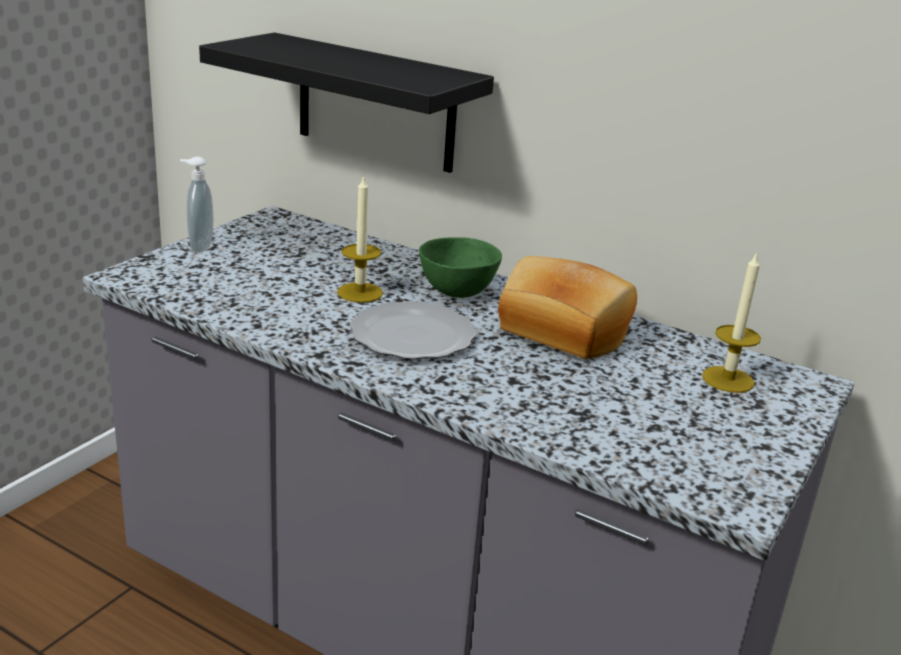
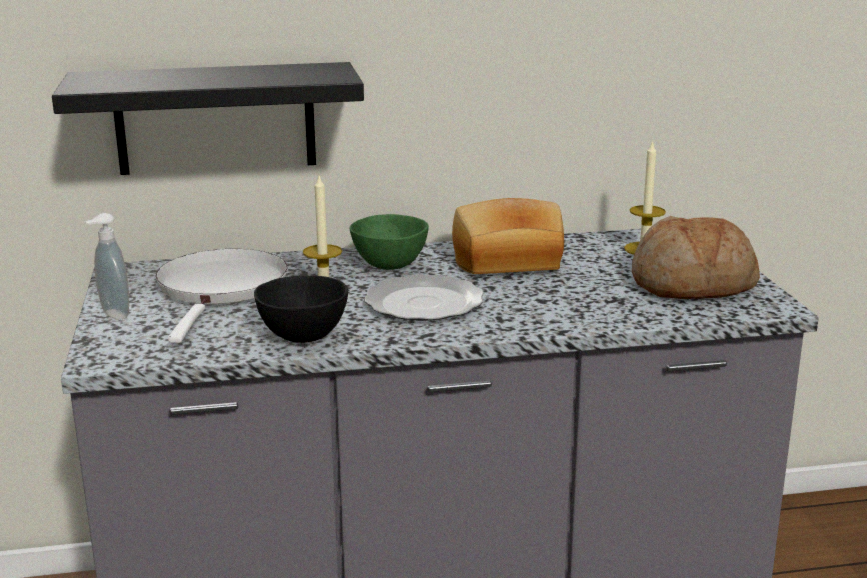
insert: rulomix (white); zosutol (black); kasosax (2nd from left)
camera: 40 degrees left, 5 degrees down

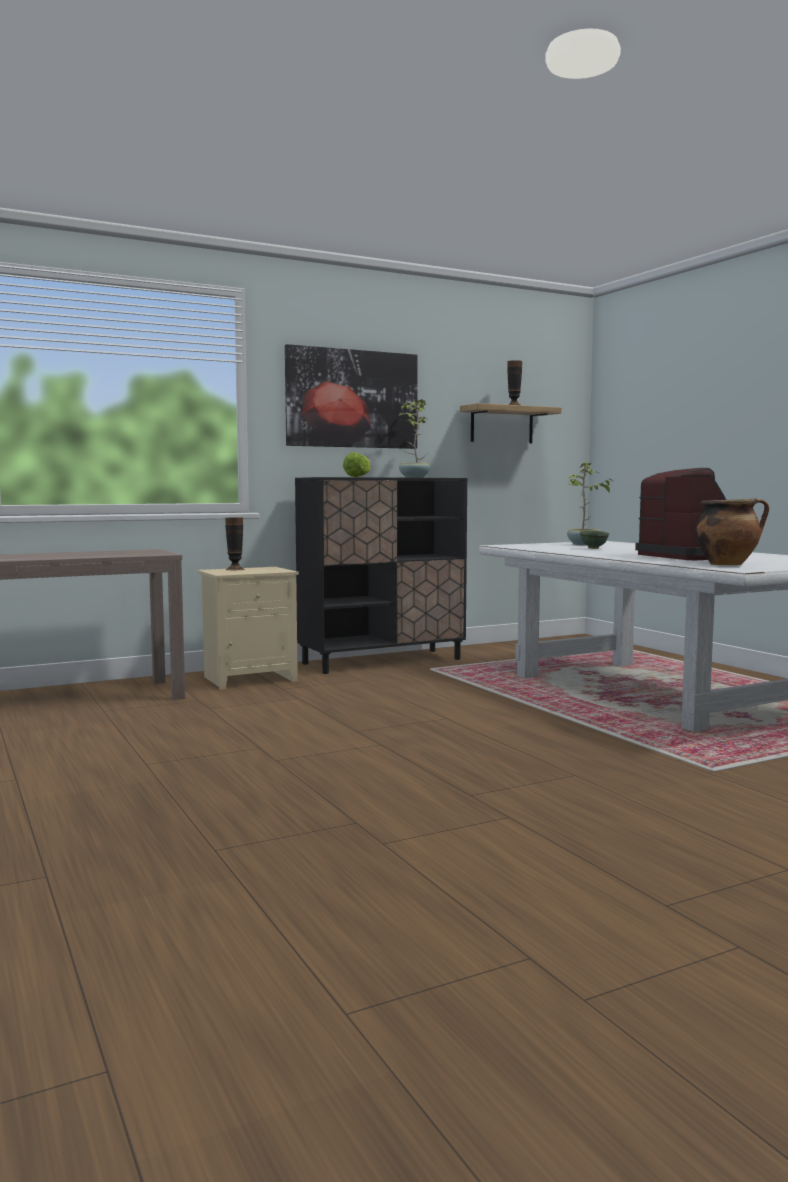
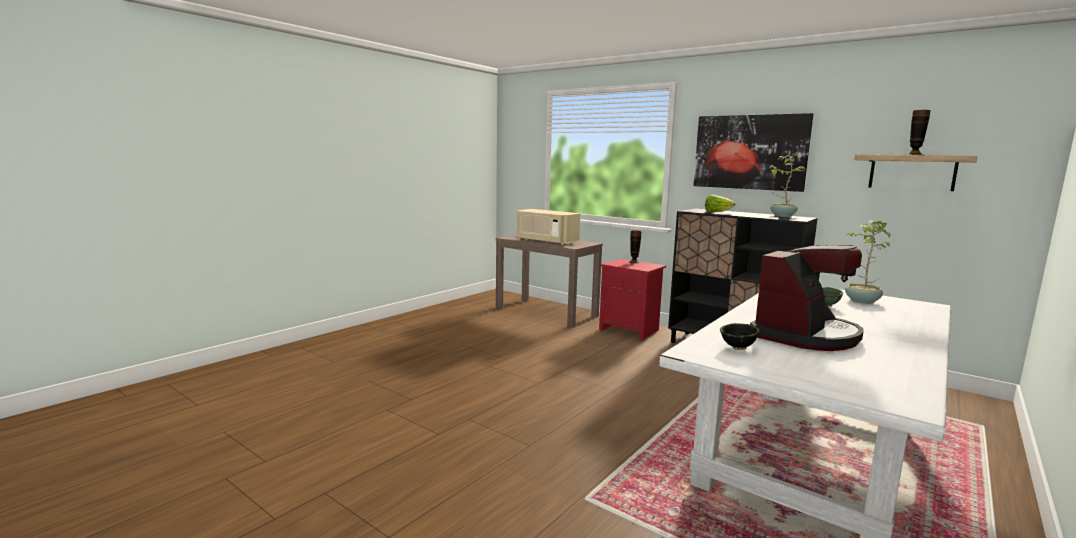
insert: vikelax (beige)
replace: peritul to zosutol (black)
recolor: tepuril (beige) to tepuril (red)
camera: 65 degrees right, 5 degrees up

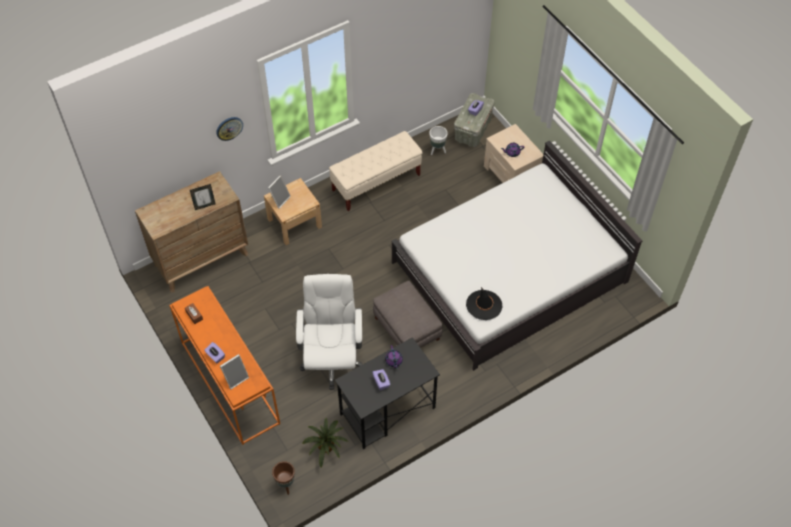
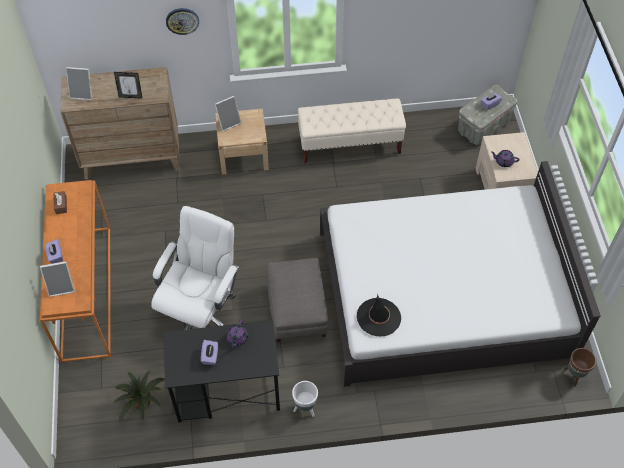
insert: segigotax (2nd from left)
move: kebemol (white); kebemol (brown)
camera: 25 degrees right, 0 degrees up

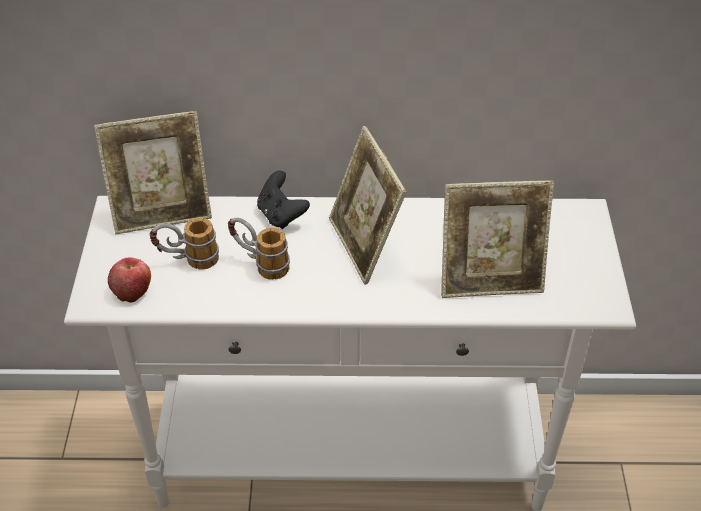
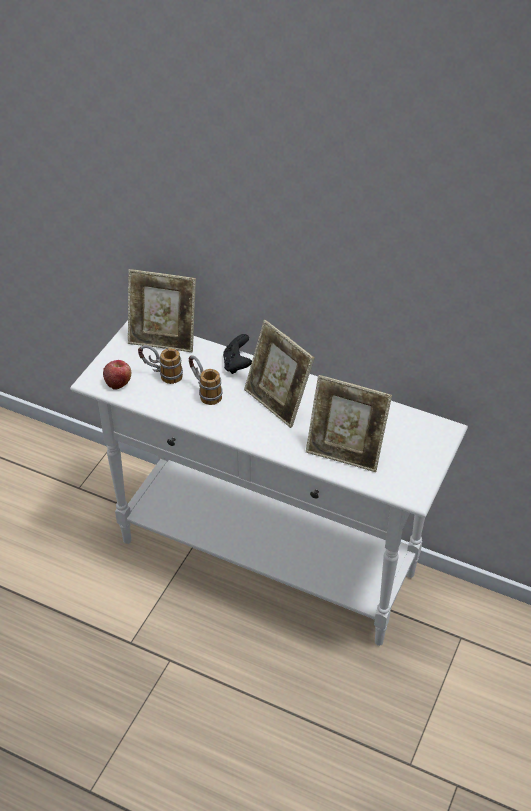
rotate: segigotax (2nd from left) 45 degrees counterclockwise
camera: 25 degrees right, 0 degrees up

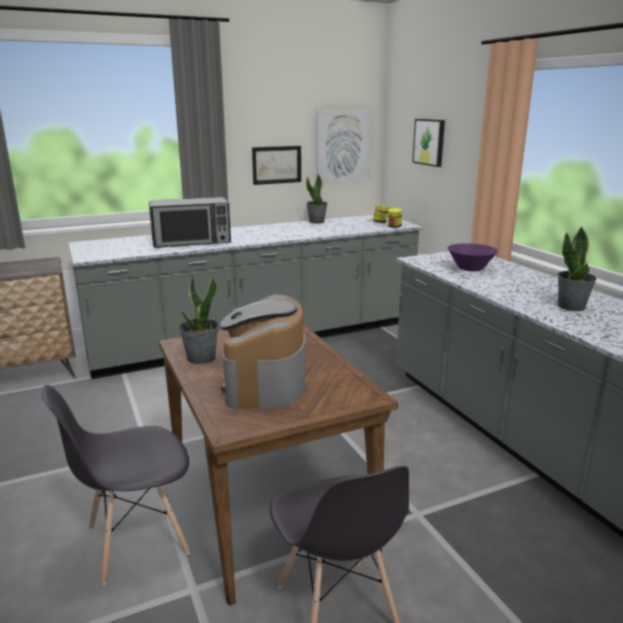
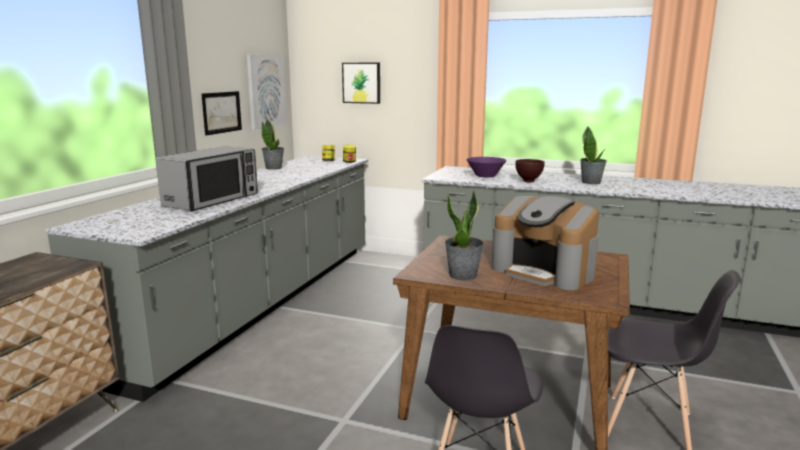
insert: zosutol (brown)
camera: 45 degrees left, 5 degrees down

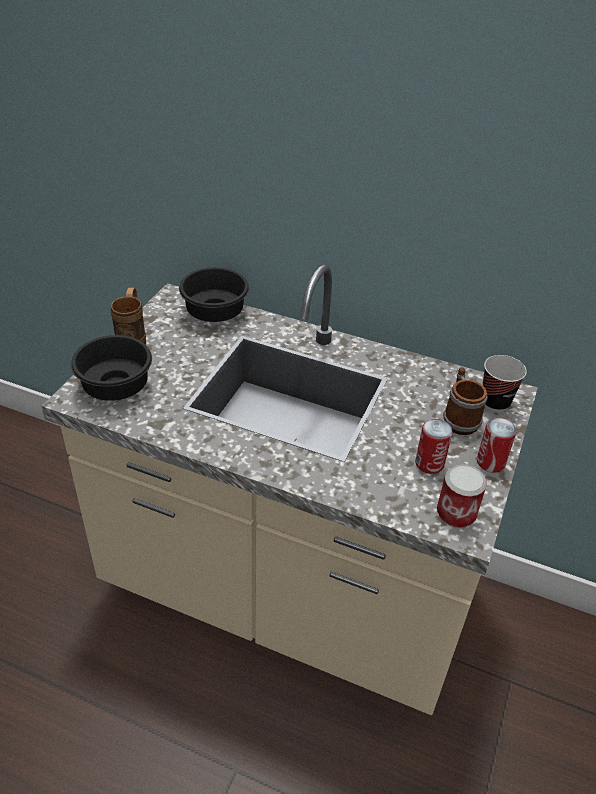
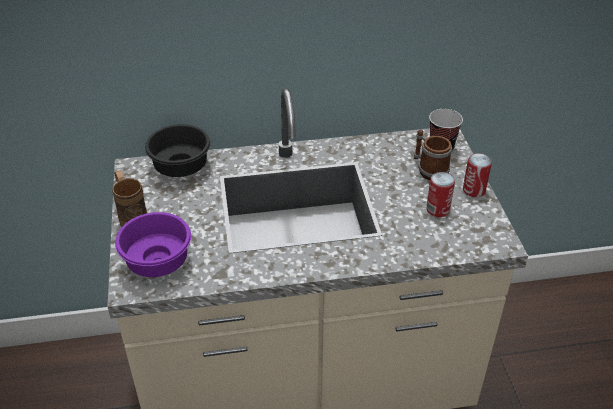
delete: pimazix (2nd from left)
recolor: zosutol (black) (1st from left) to zosutol (purple)
camera: 30 degrees left, 0 degrees up

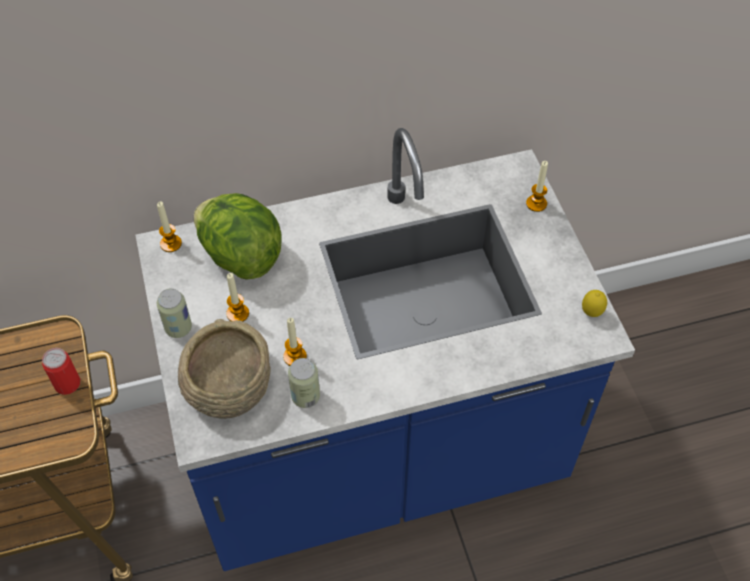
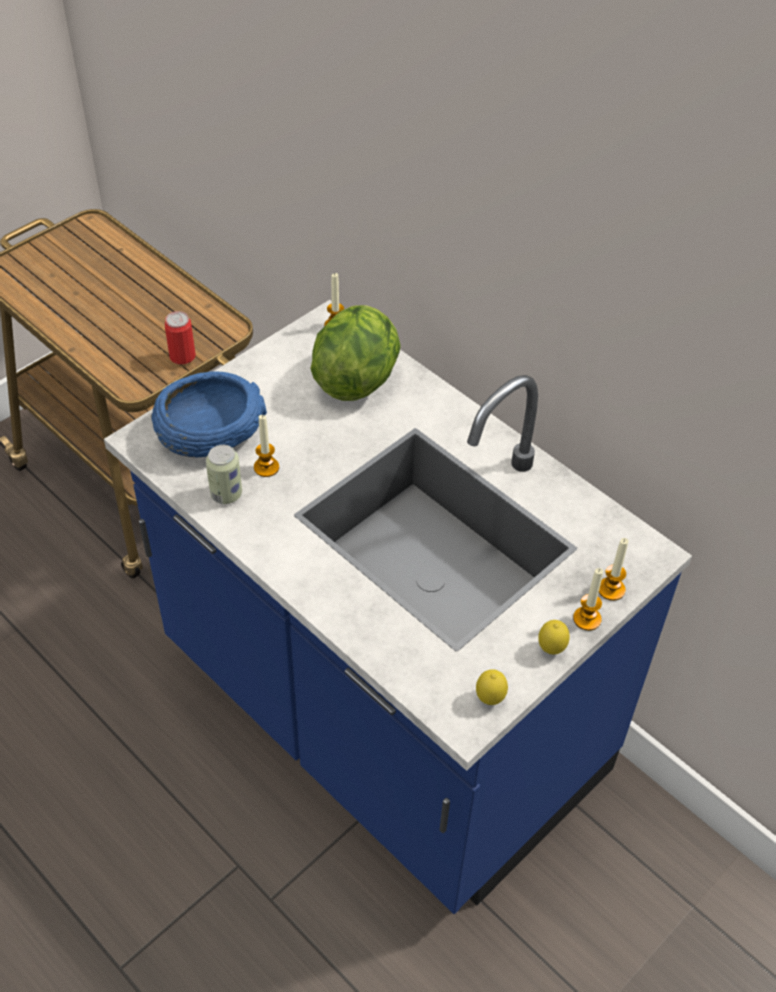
delete: pimazix (2nd from left)
insert: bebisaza (2nd from left)
move: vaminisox (2nd from left in the first image) to vaminisox (3rd from left)
recolor: zosutol (beige) to zosutol (blue)
camera: 60 degrees right, 5 degrees down

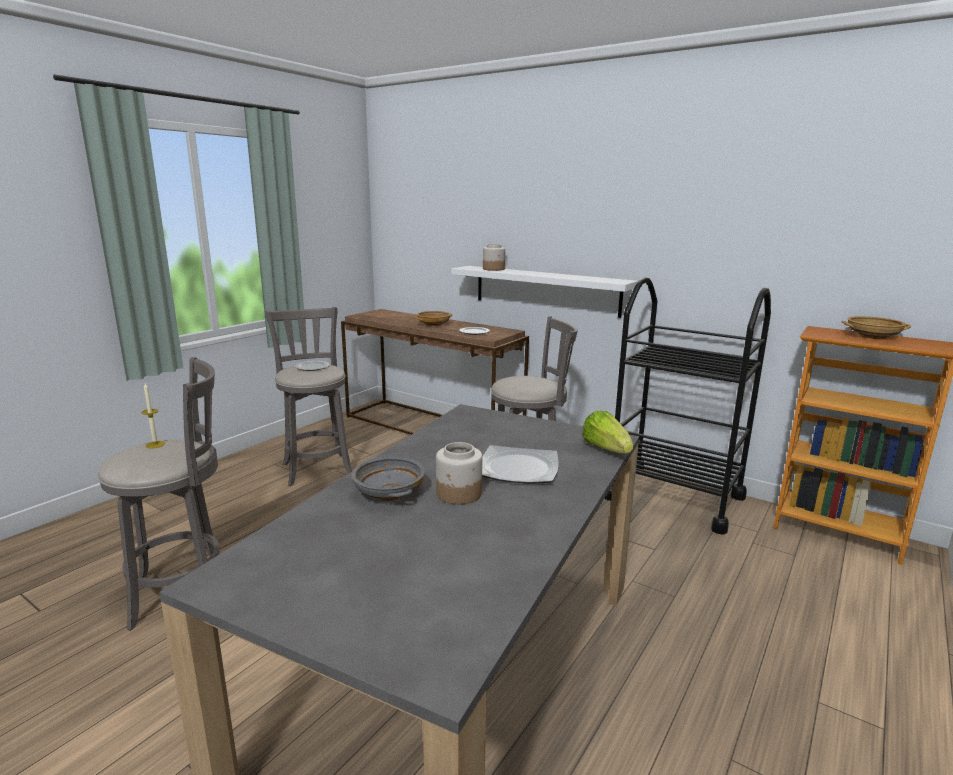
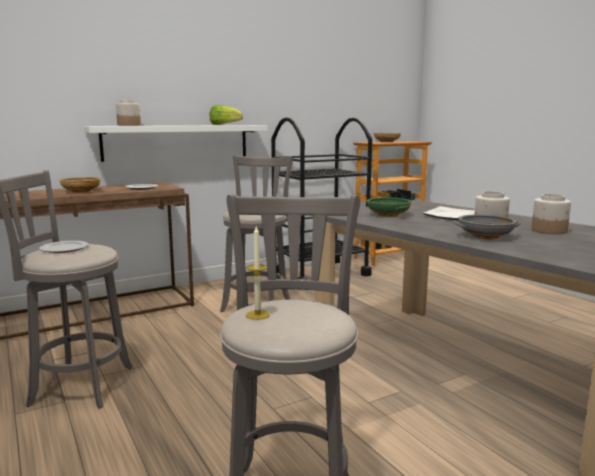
insert: zosutol (green); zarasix (3rd from left)
move: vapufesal
camera: 65 degrees left, 5 degrees down

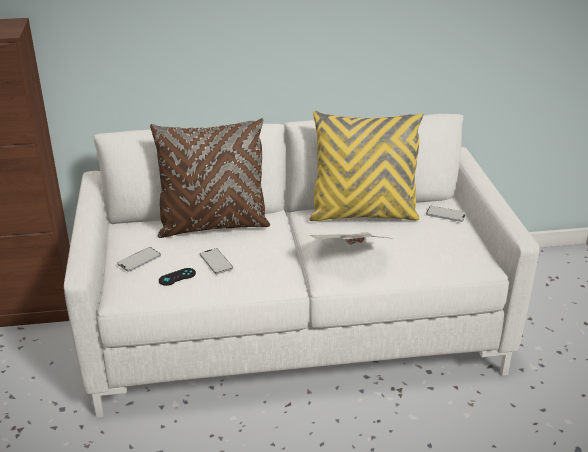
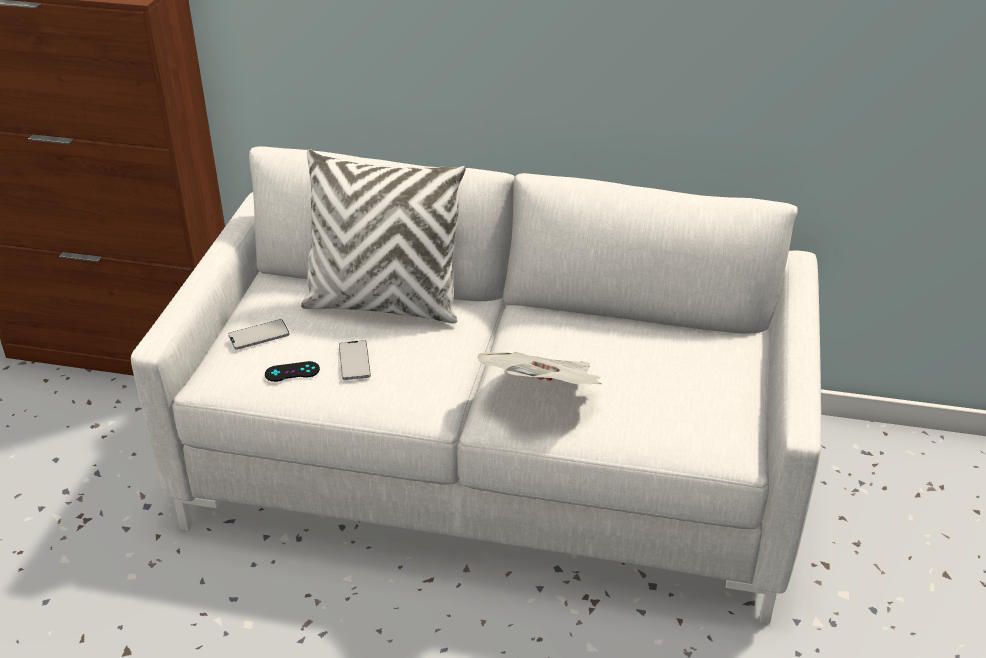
delete: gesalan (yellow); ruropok (3rd from left)
recolor: gesalan (brown) to gesalan (white)
camera: 20 degrees right, 5 degrees up

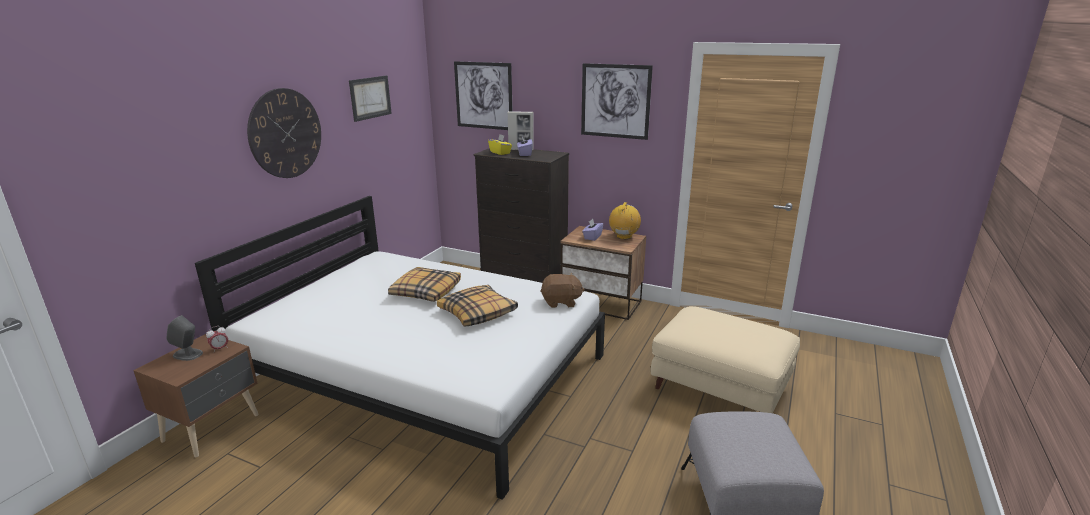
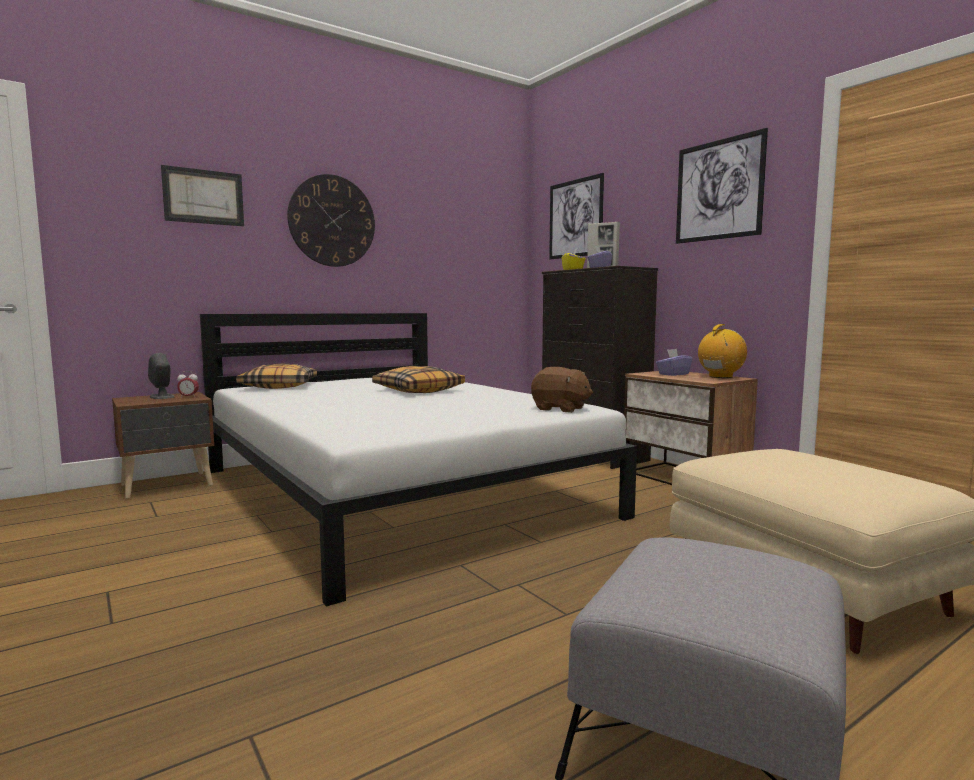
move: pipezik (1st from left); gesalan (2nd from left in the first image) to gesalan (1st from left)
camera: 30 degrees right, 15 degrees down

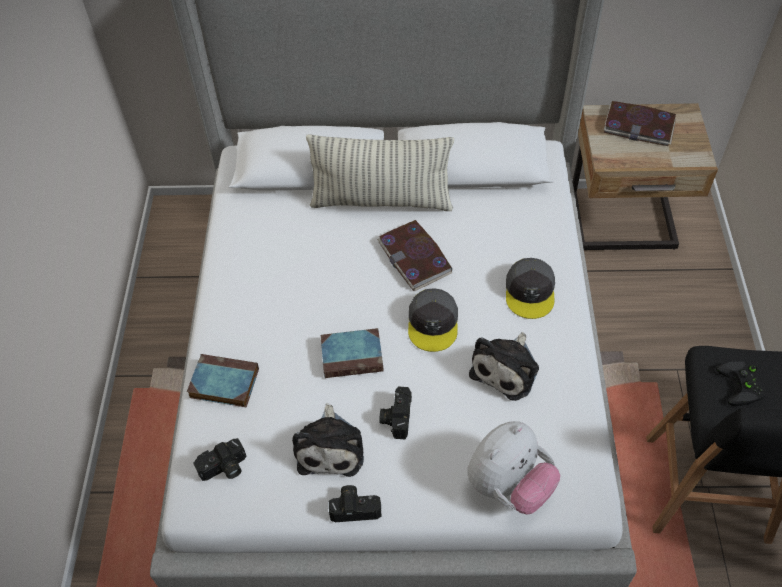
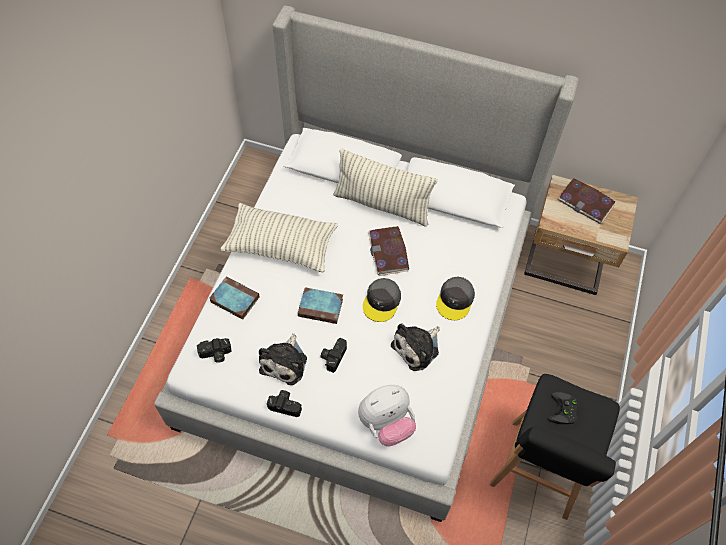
insert: gesalan (1st from left)
camera: 15 degrees right, 5 degrees up

